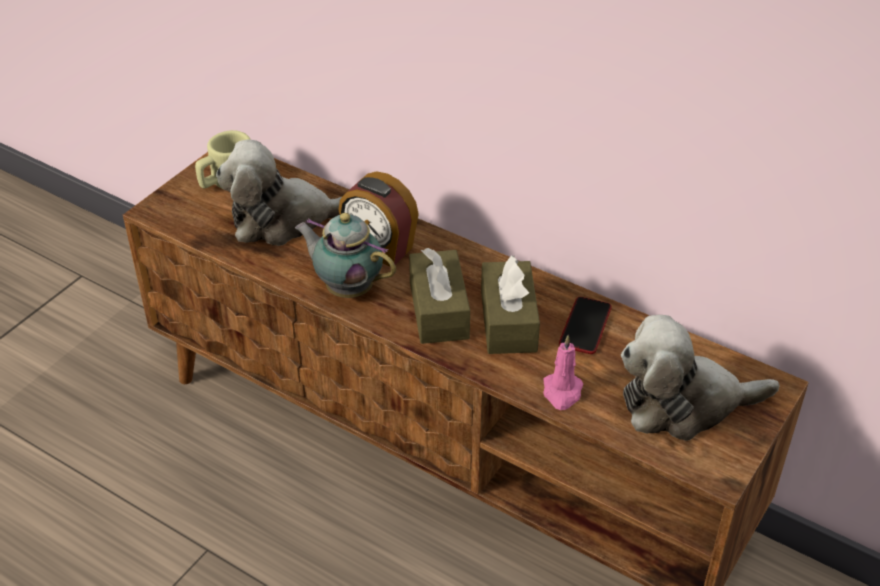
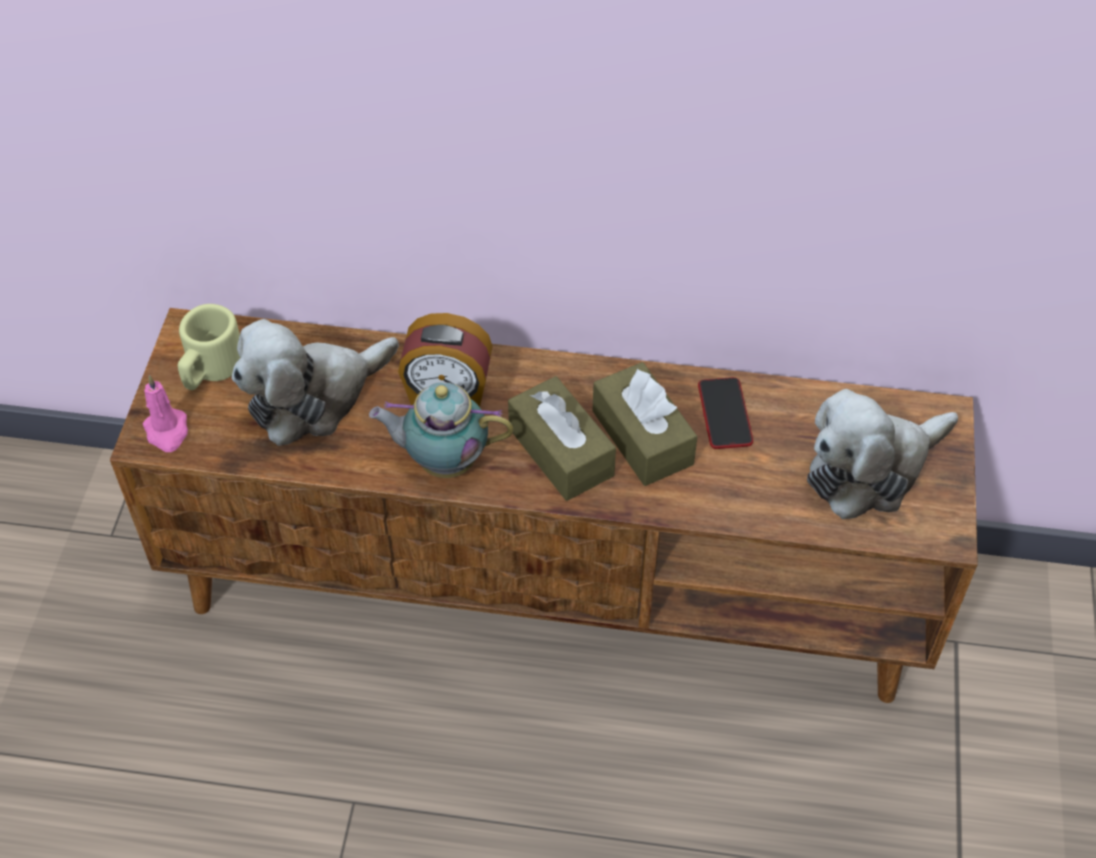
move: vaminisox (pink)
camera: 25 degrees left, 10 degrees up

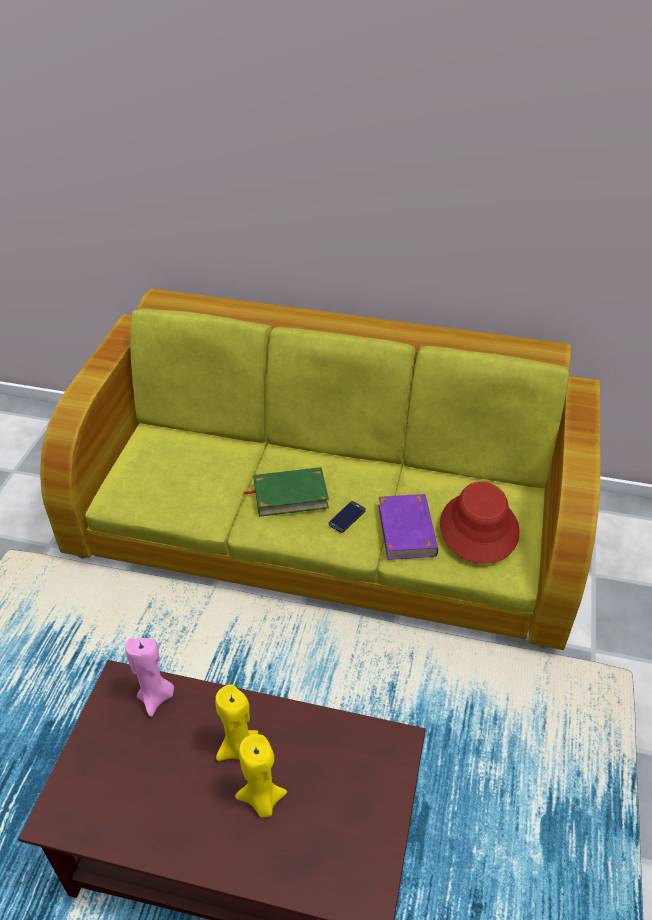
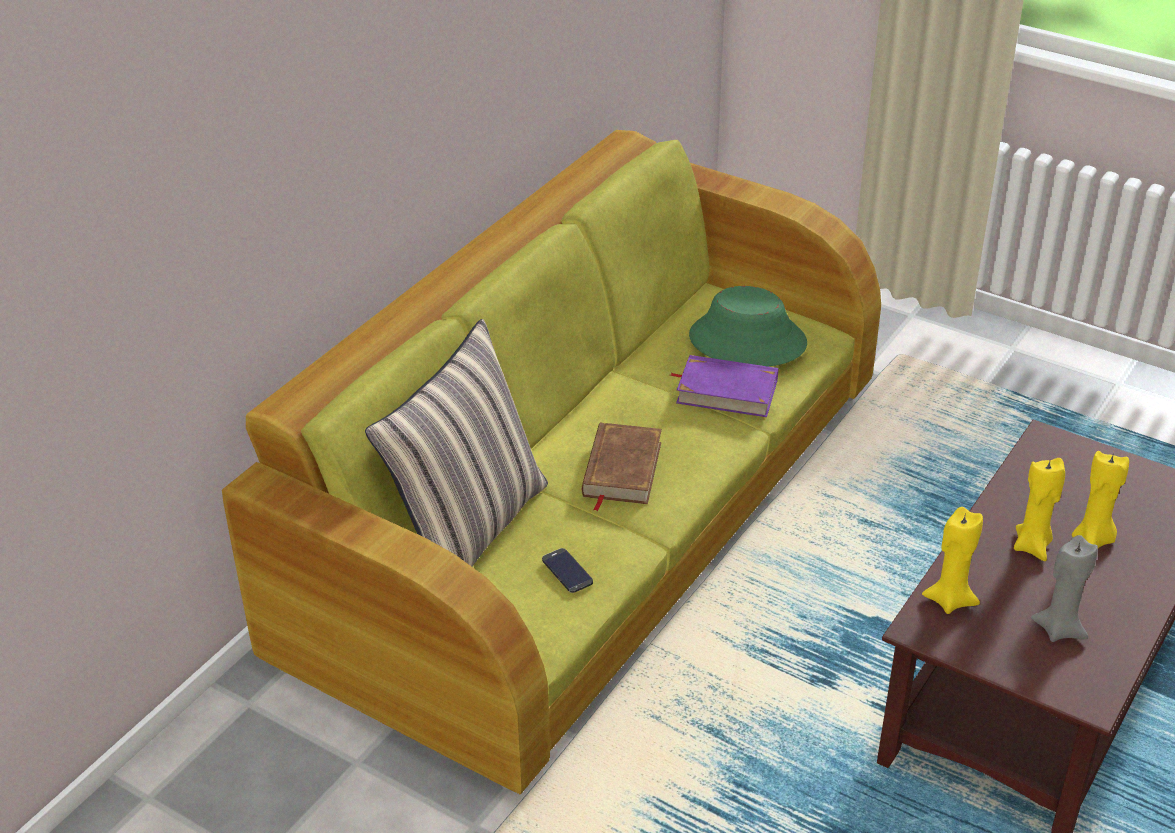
insert: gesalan; vaminisox (grey)
move: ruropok
recolor: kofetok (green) to kofetok (brown); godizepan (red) to godizepan (green); vaminisox (pink) to vaminisox (yellow) (1st from left)
camera: 70 degrees left, 5 degrees down

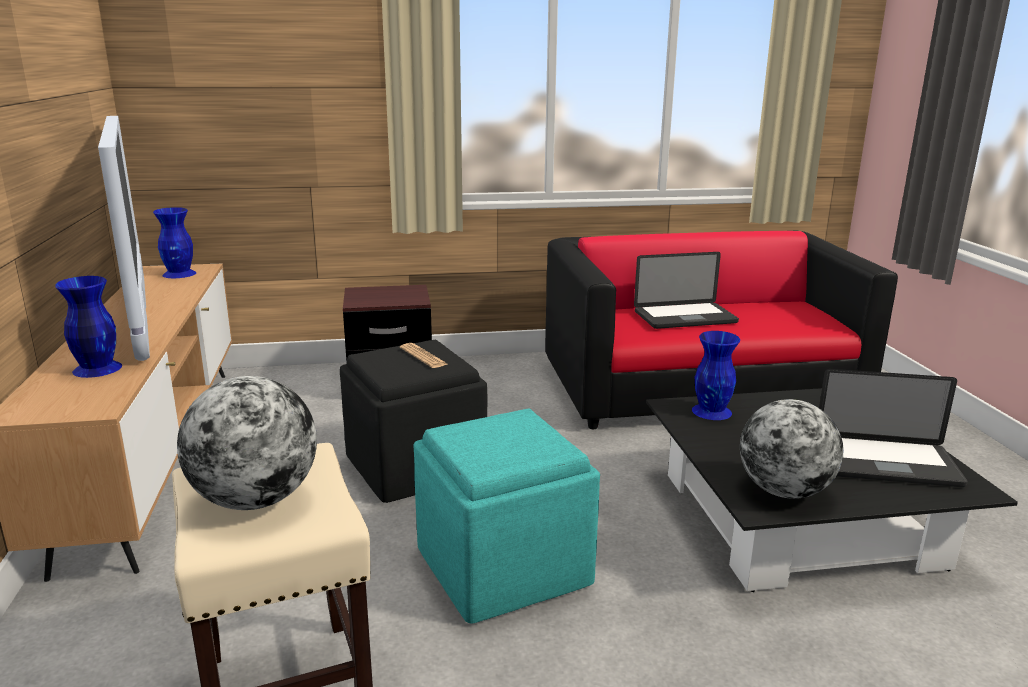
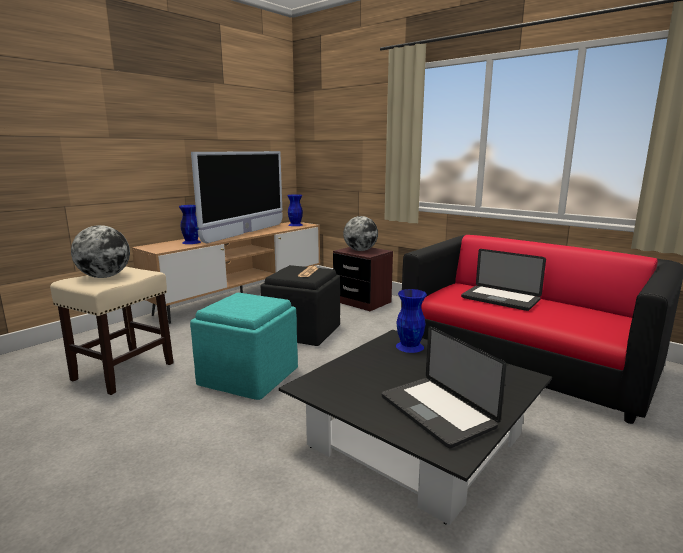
move: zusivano (2nd from left)
camera: 50 degrees right, 5 degrees down

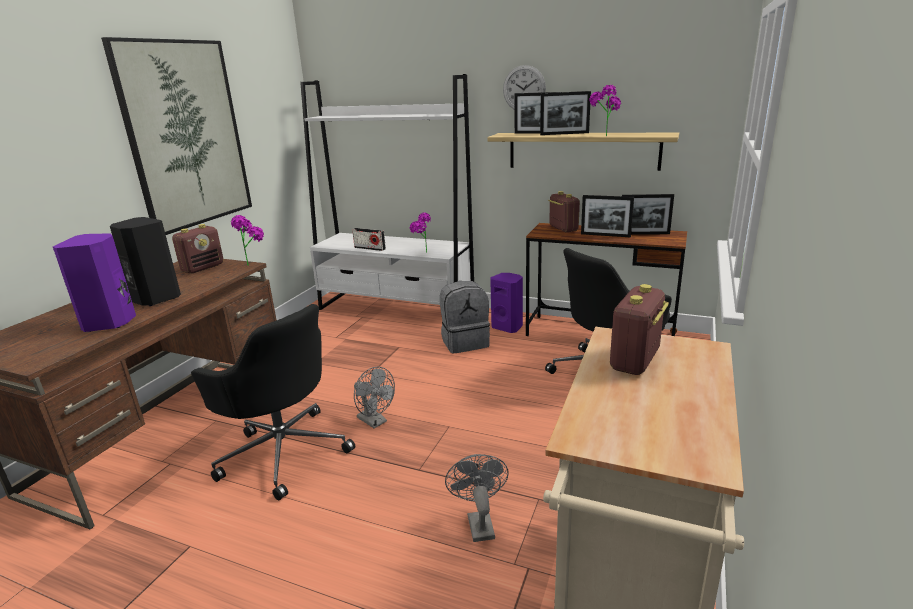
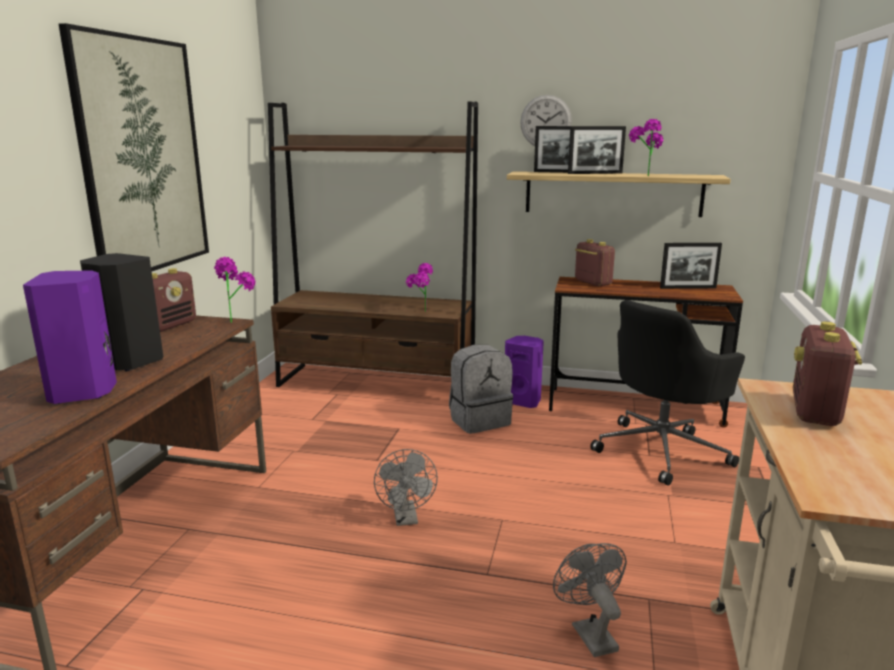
delete: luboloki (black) (1st from left); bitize (2nd from left); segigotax (3rd from left)
recolor: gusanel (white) to gusanel (brown)
rotate: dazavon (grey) (1st from left) 45 degrees clockwise
camera: 10 degrees left, 5 degrees down

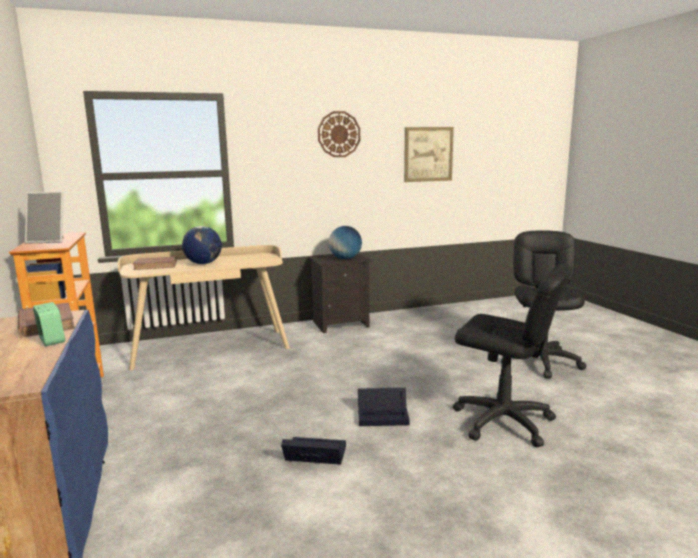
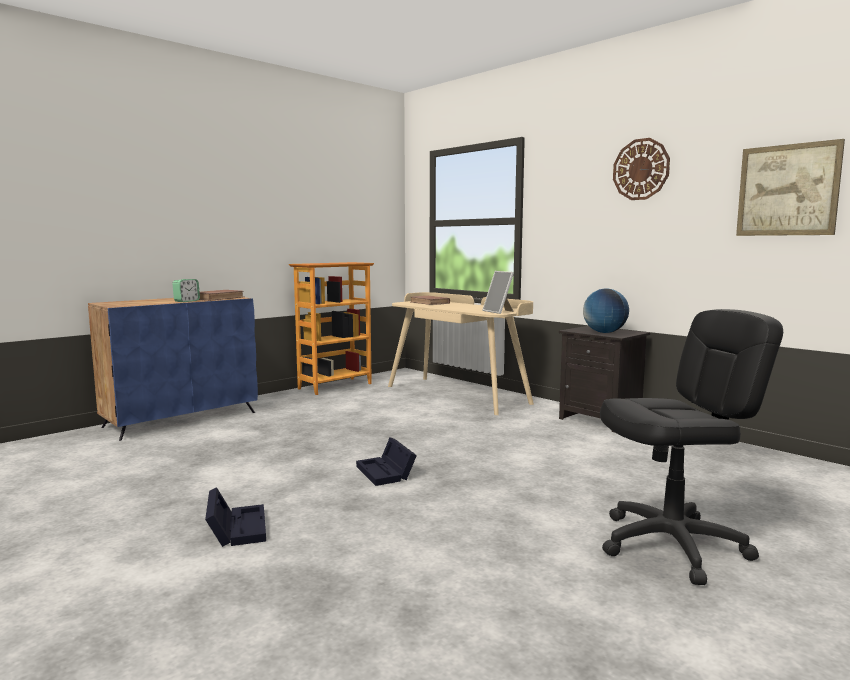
delete: zusivano (1st from left); luboloki (black) (1st from left)
move: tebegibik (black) (1st from left); segigotax
camera: 65 degrees right, 5 degrees down

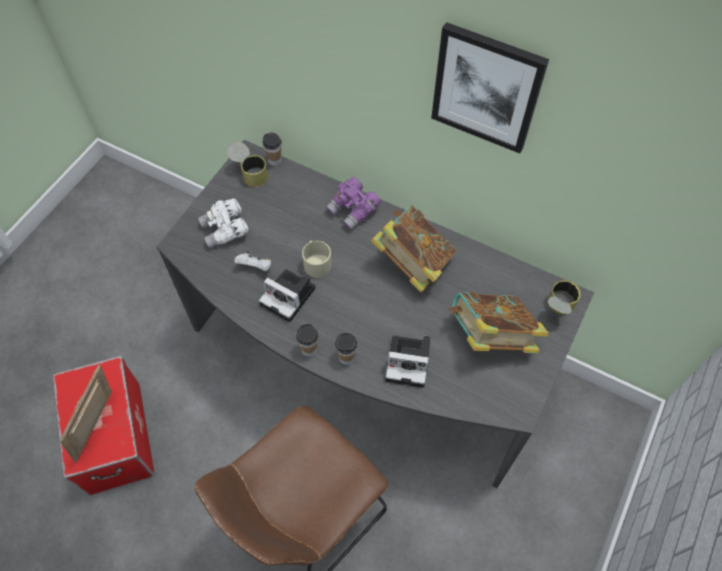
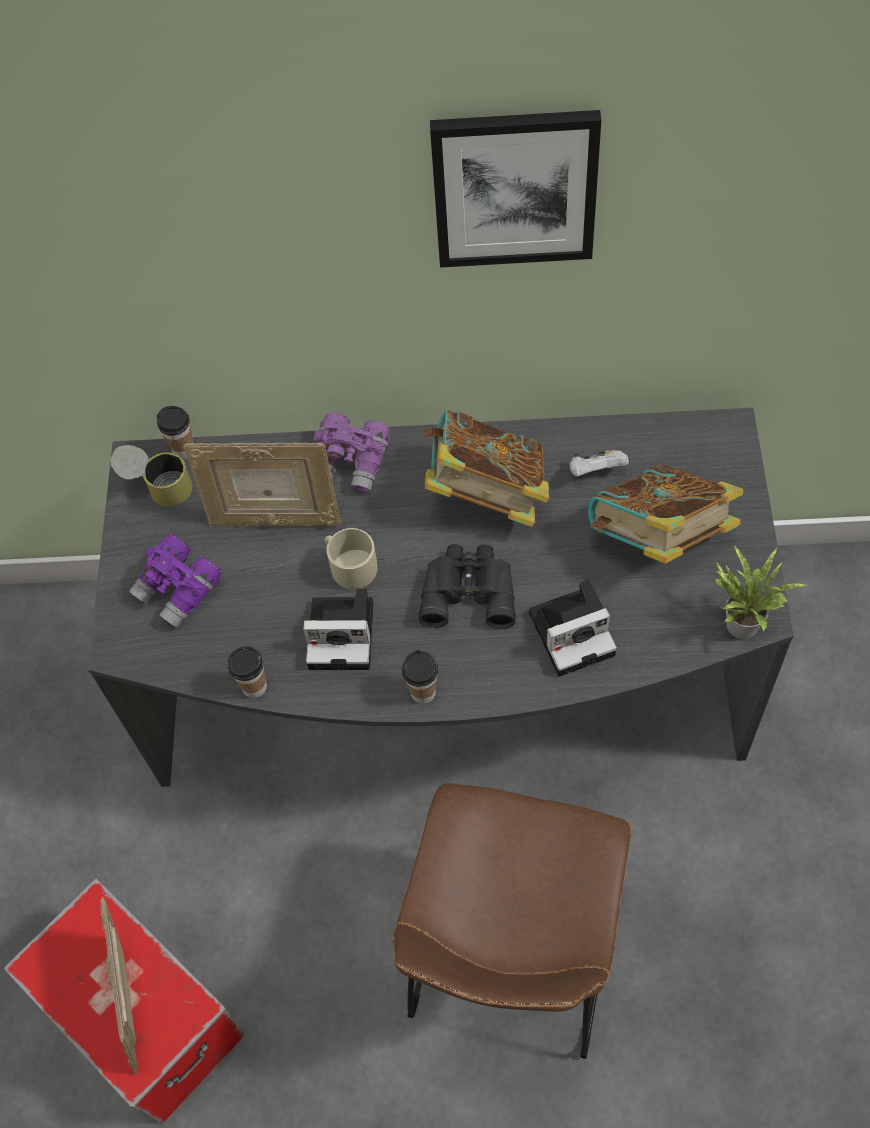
delete: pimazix (2nd from left)
insert: segigotax (2nd from left); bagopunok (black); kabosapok
move: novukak (3rd from left in the first image) to novukak (2nd from left); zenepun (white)
recolor: bagopunok (white) to bagopunok (purple) (1st from left)
camera: 25 degrees left, 0 degrees up

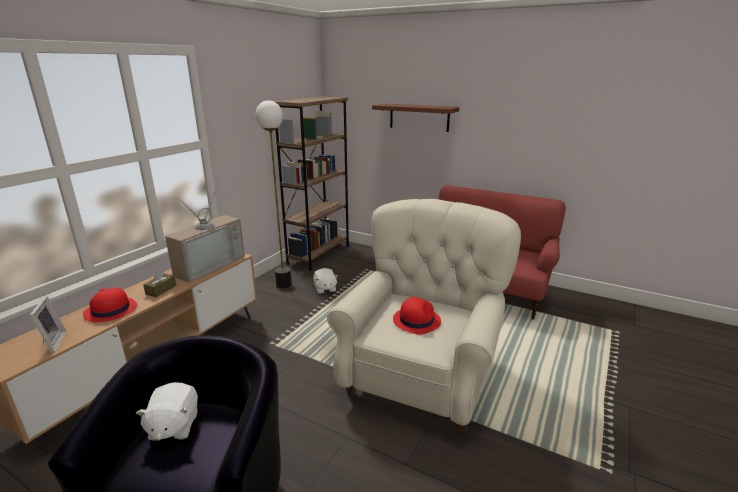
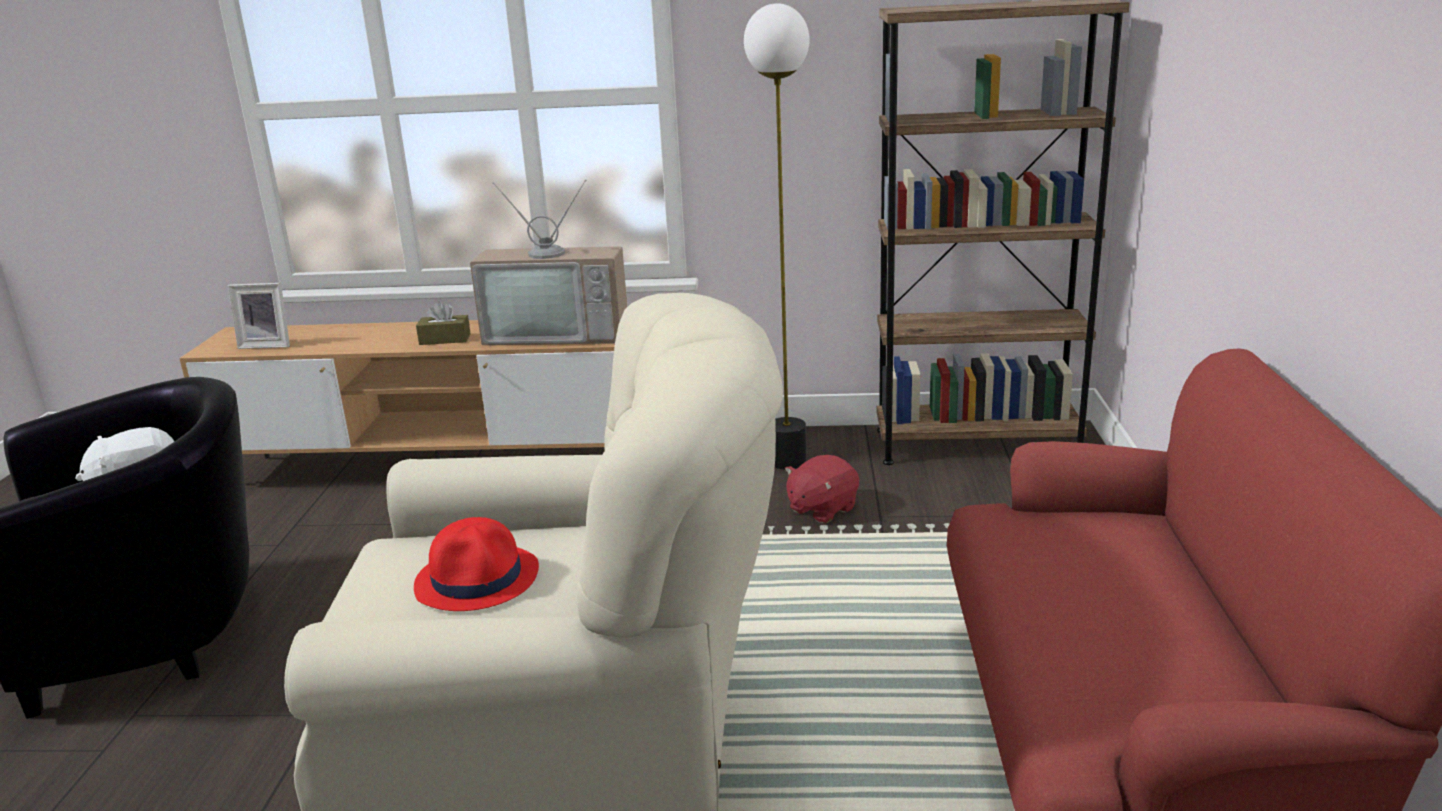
delete: godizepan (red) (1st from left); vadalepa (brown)
recolor: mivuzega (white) (2nd from left) to mivuzega (red)
rotate: segigotax 45 degrees clockwise
camera: 65 degrees right, 0 degrees up

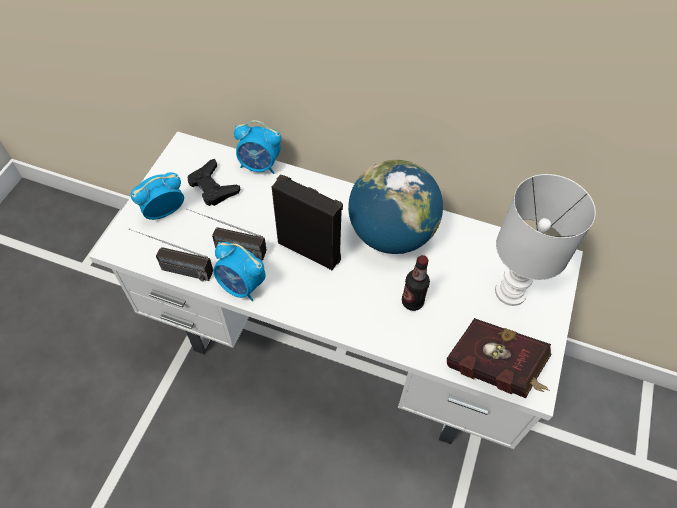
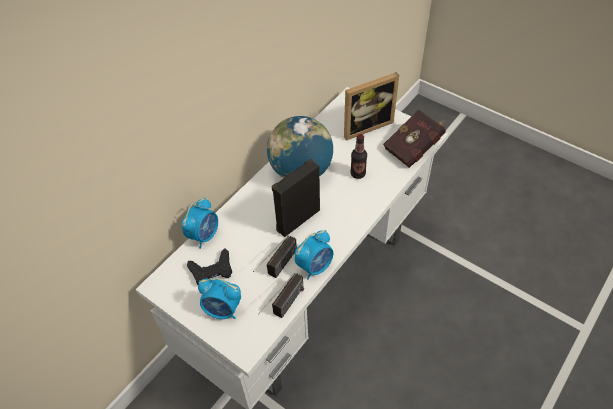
replace: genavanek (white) to segigotax
rotate: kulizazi (1st from left in the first image) 60 degrees counterclockwise
camera: 70 degrees left, 5 degrees down

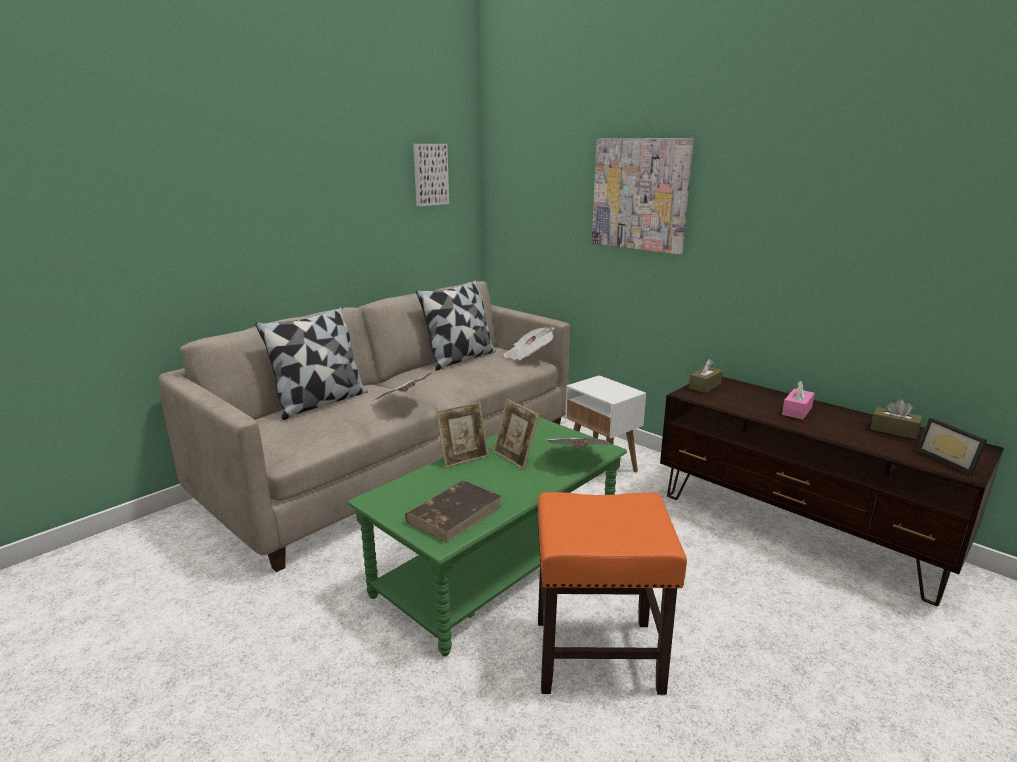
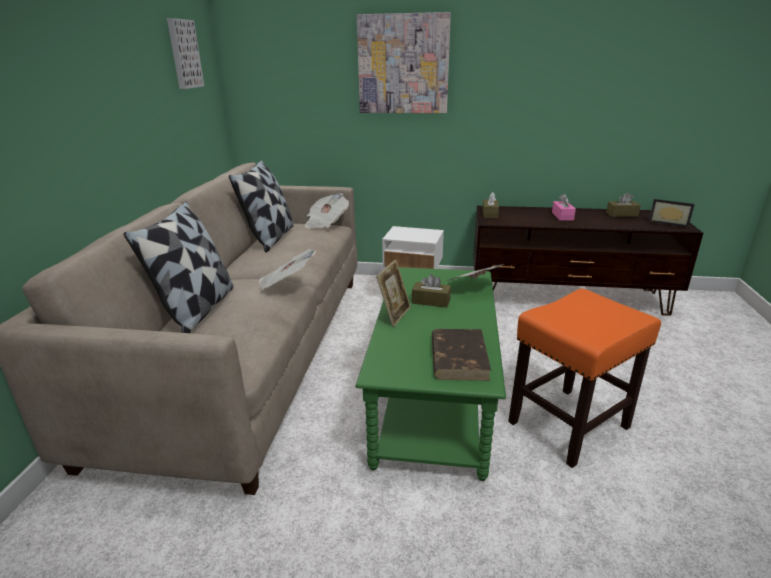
replace: segigotax (2nd from left) to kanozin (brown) (1st from left)
camera: 35 degrees left, 5 degrees up

